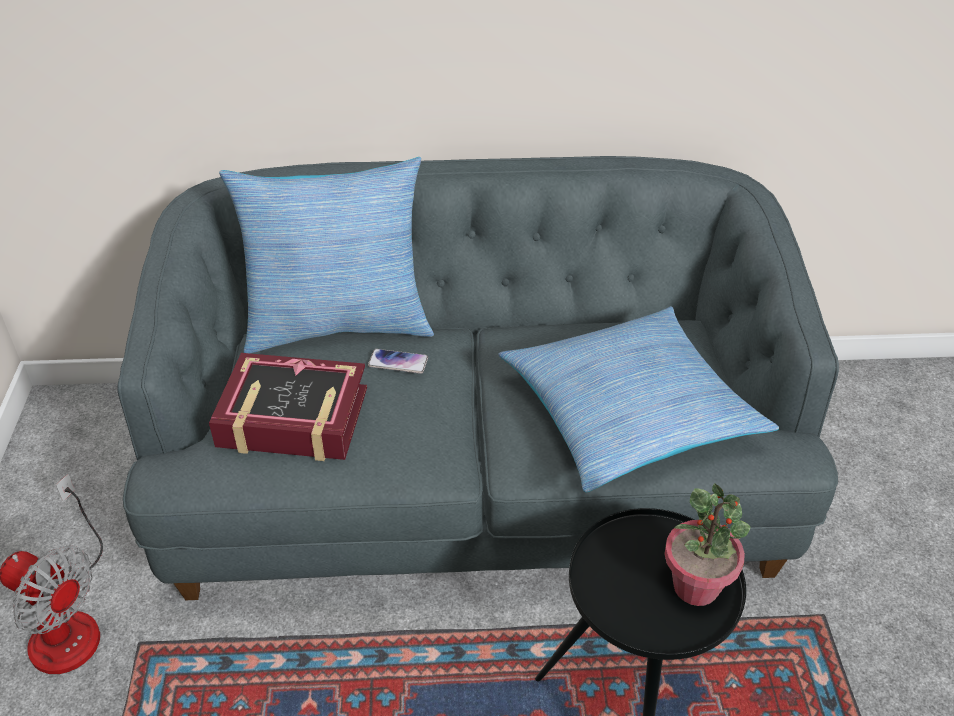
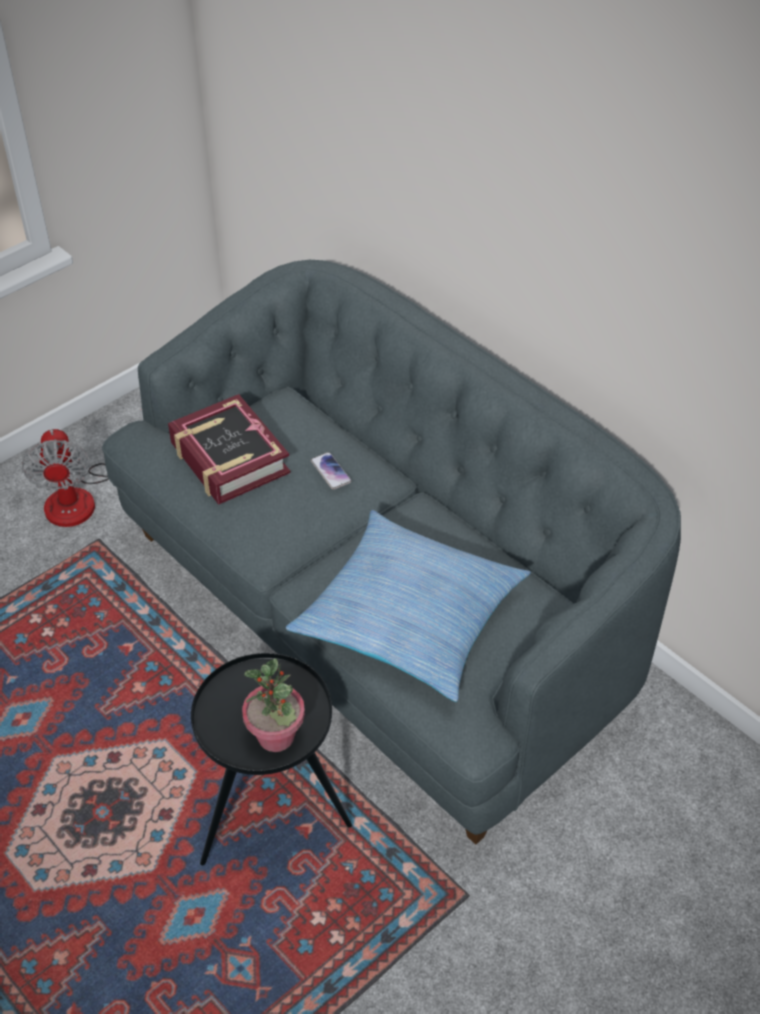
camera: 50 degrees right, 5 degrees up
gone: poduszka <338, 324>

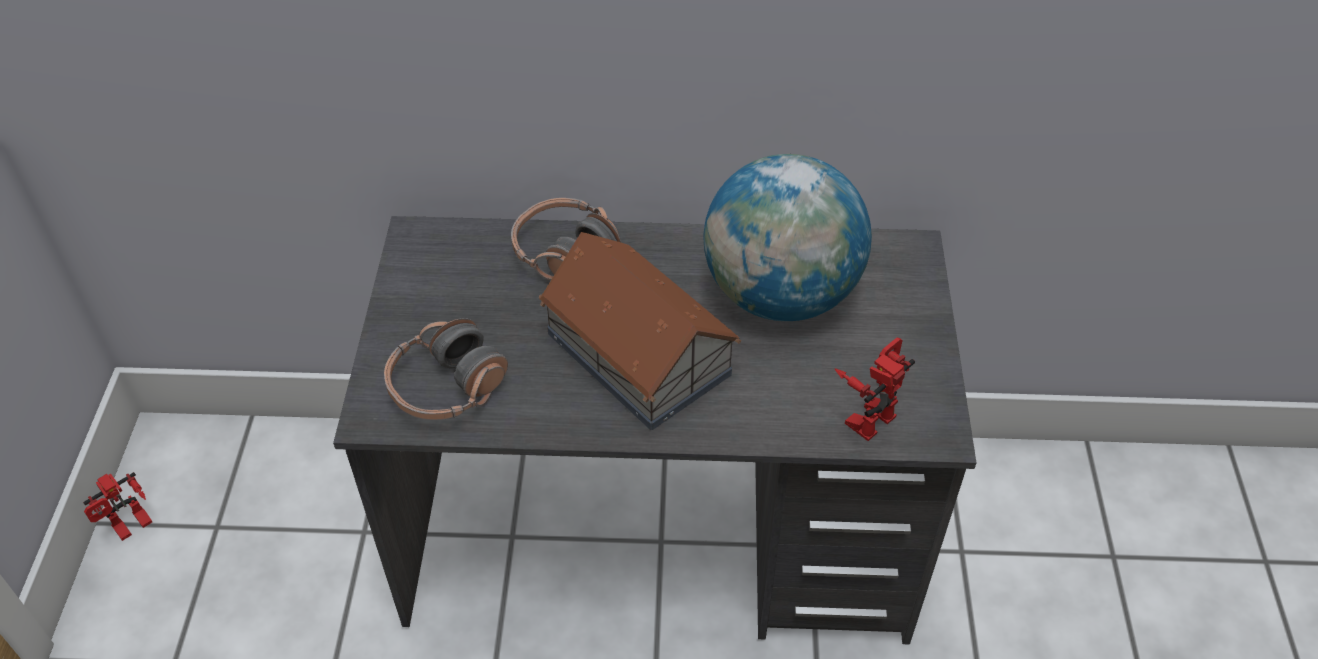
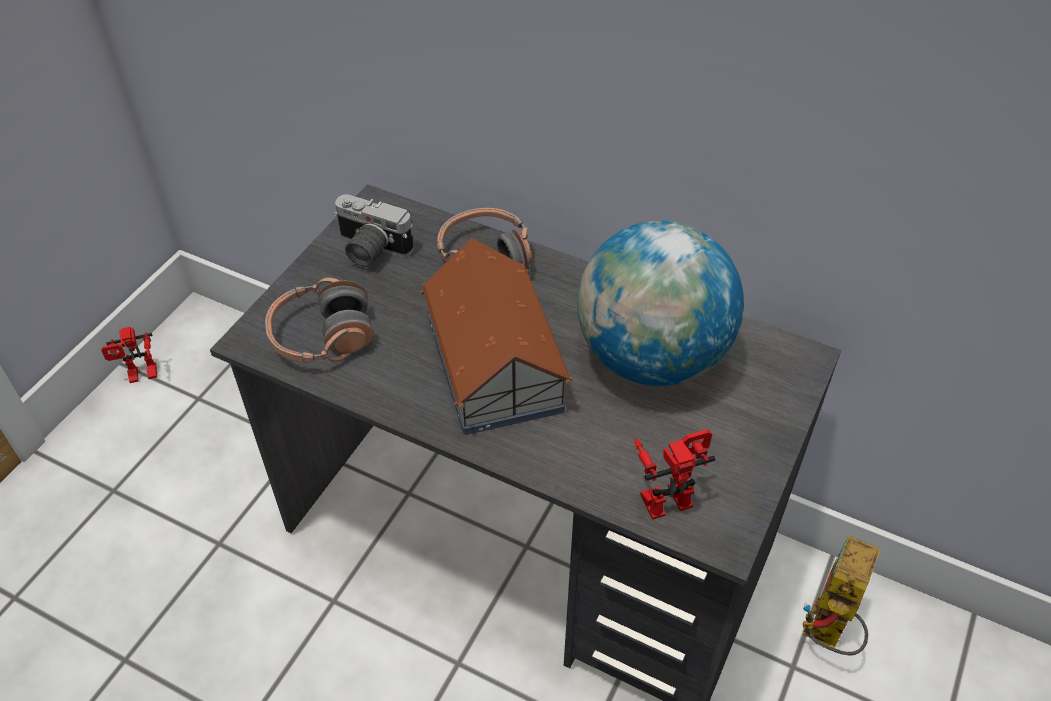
camera: 25 degrees right, 0 degrees up
new: aparat fotograficzny <369, 250>; robot zabawkowy <827, 635>

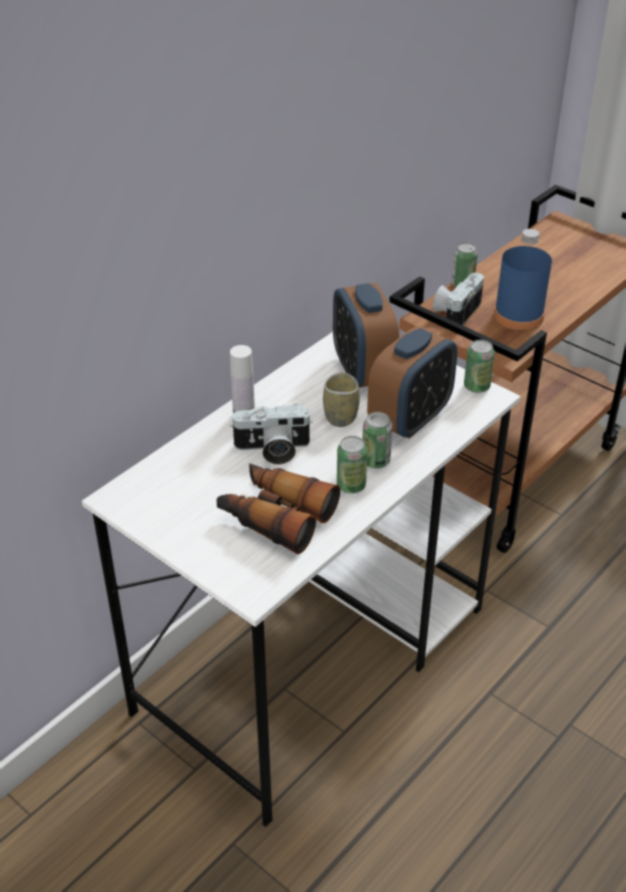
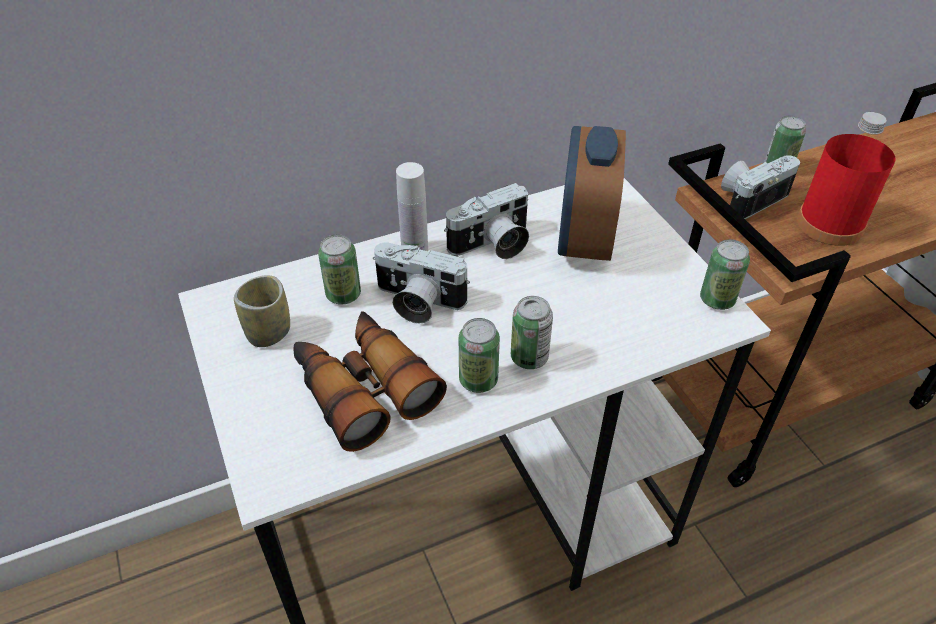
camera: 25 degrees right, 5 degrees up
gone: budzik <410, 419>
new: puszka <343, 294>; aparat fotograficzny <492, 245>
shifted: filiżanka <340, 417> to <268, 332>
repainted: butelka/niebieski <518, 316> to butelka/czerwony <830, 224>

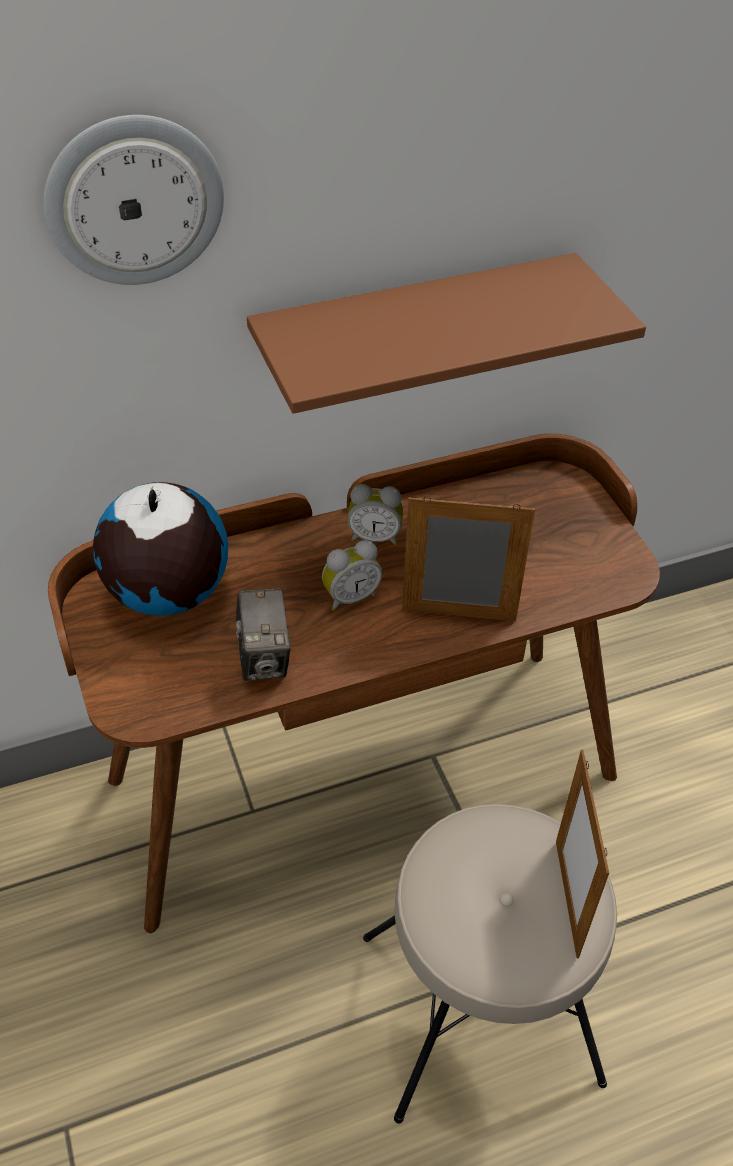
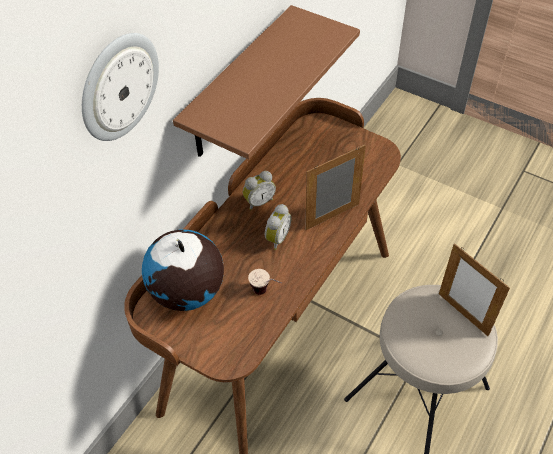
camera: 35 degrees left, 5 degrees up
swapped: aparat fotograficzny <264, 658> to filiżanka <266, 293>

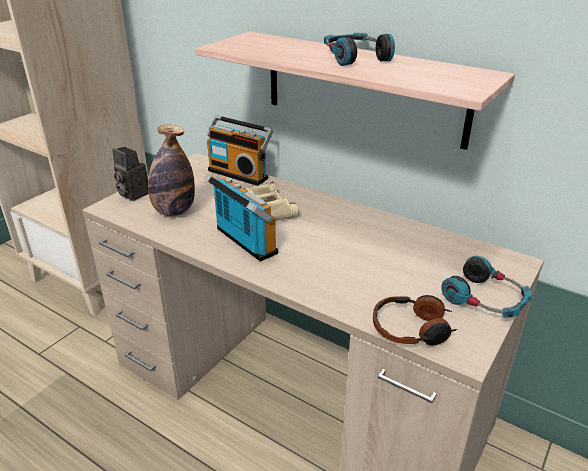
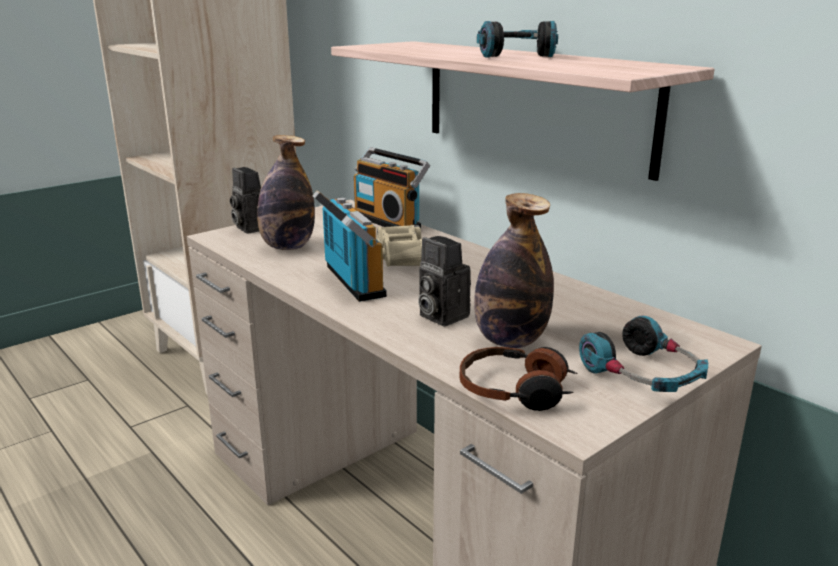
camera: 15 degrees right, 10 degrees down
new: aparat fotograficzny <440, 315>; butelka <510, 340>

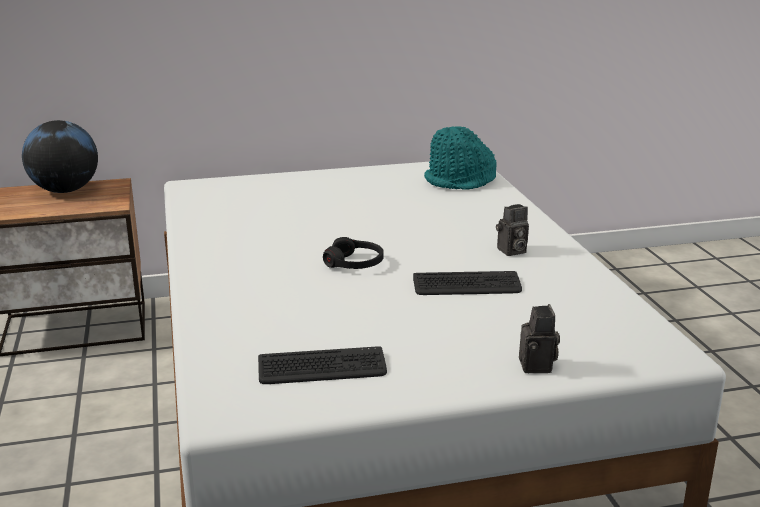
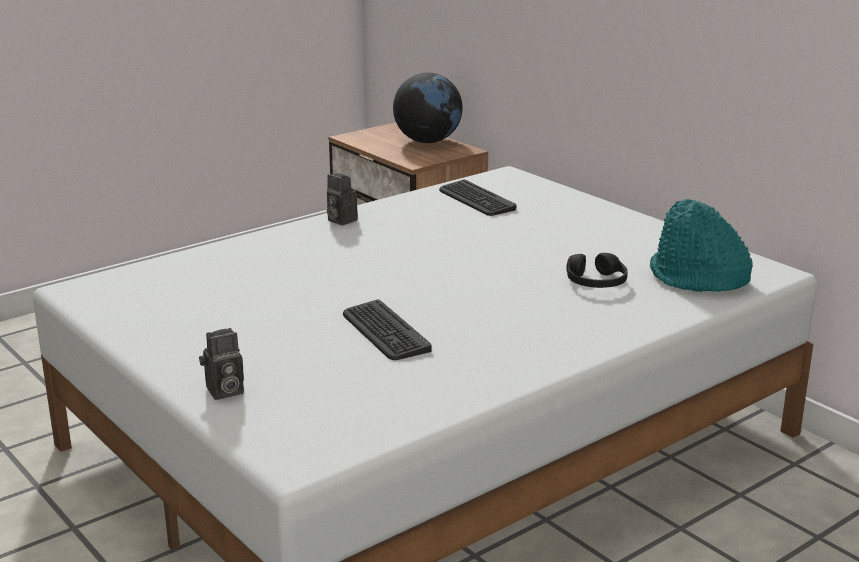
camera: 65 degrees right, 0 degrees up
shifted: klawiatura <322, 368> to <476, 199>; słuchawki/czarny <354, 263> to <596, 282>; aparat fotograficzny <511, 251> to <340, 220>

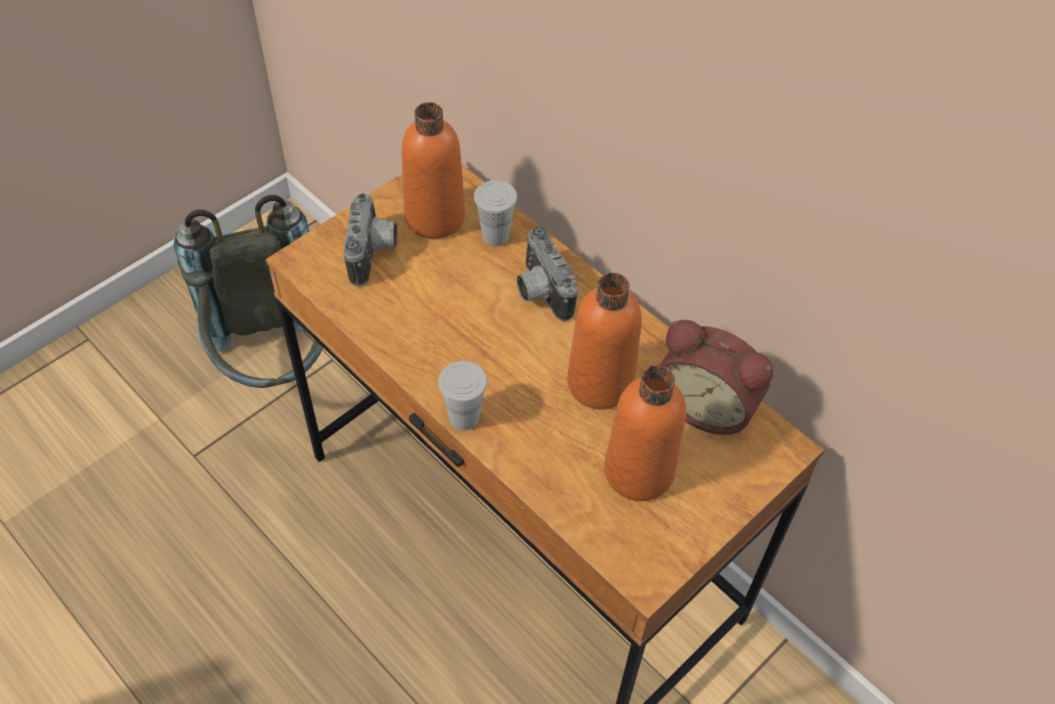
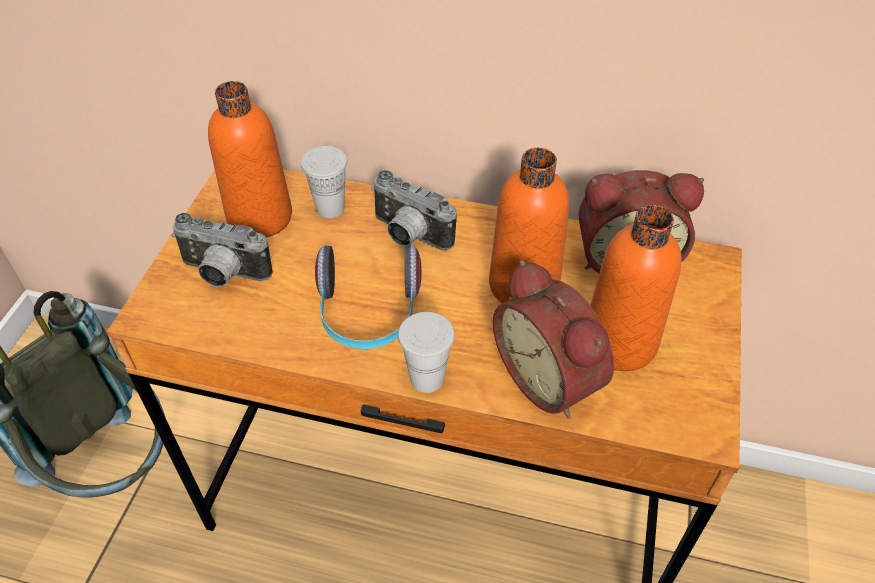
camera: 30 degrees left, 5 degrees down
new: słuchawki <369, 314>; budzik <551, 377>
rotated: aparat fotograficzny <374, 254> = <222, 274> 135 degrees clockwise

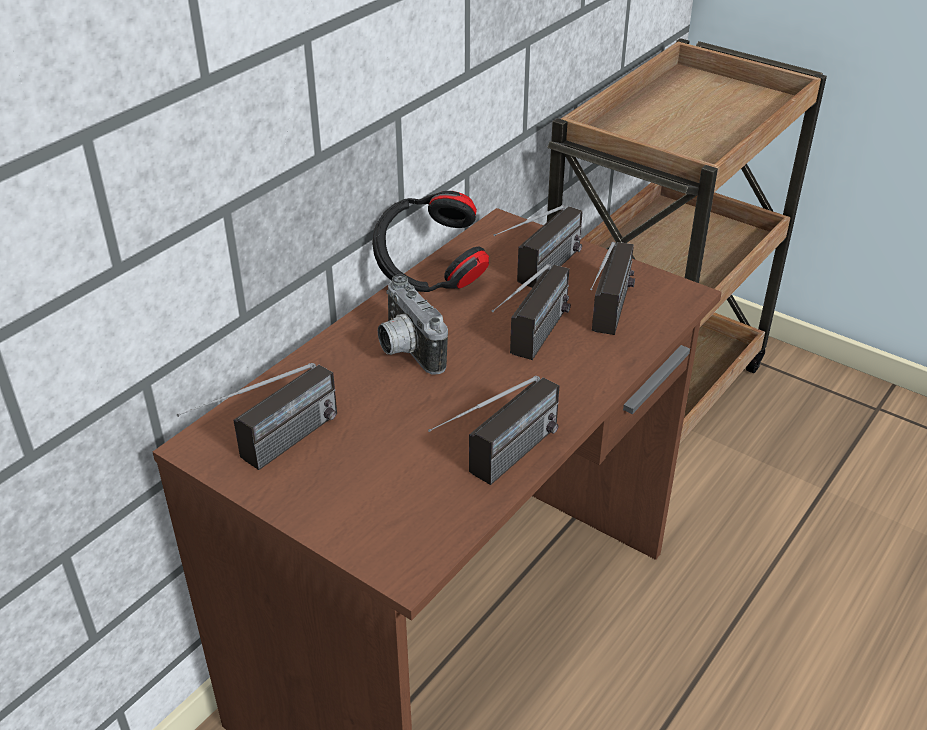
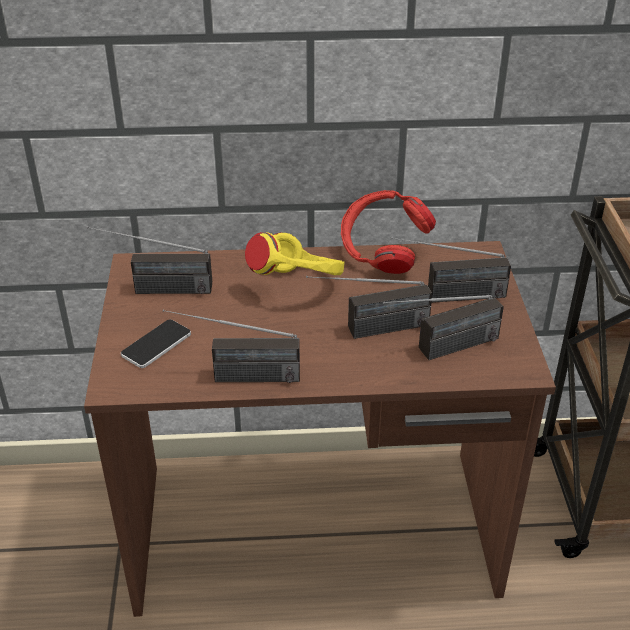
camera: 50 degrees right, 0 degrees up
new: telefon <156, 344>
swapped: aparat fotograficzny <405, 350> to słuchawki/żółty <298, 286>
repainted: słuchawki/czarny <429, 276> to słuchawki/czerwony <382, 255>

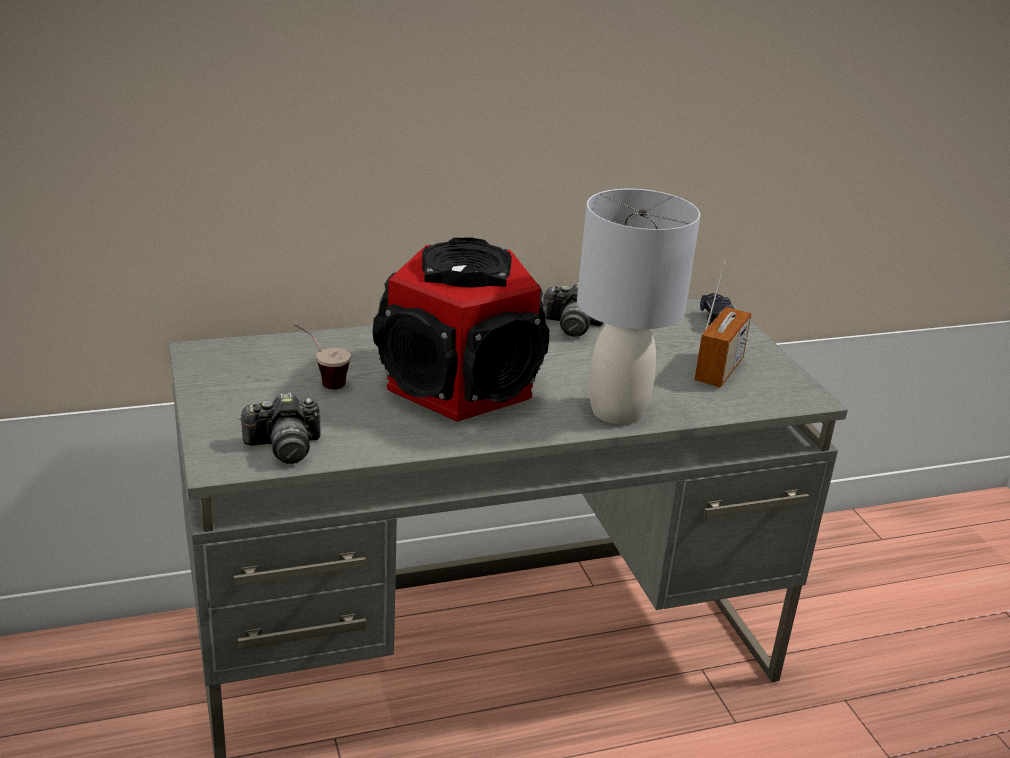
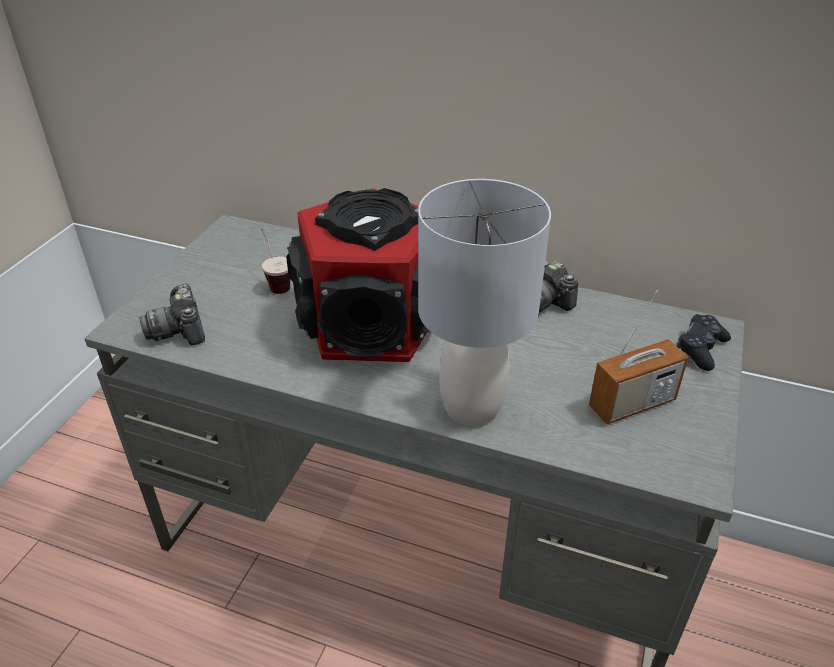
camera: 40 degrees right, 10 degrees up
rotated: aparat fotograficzny <284, 447> = <180, 330> 45 degrees clockwise

